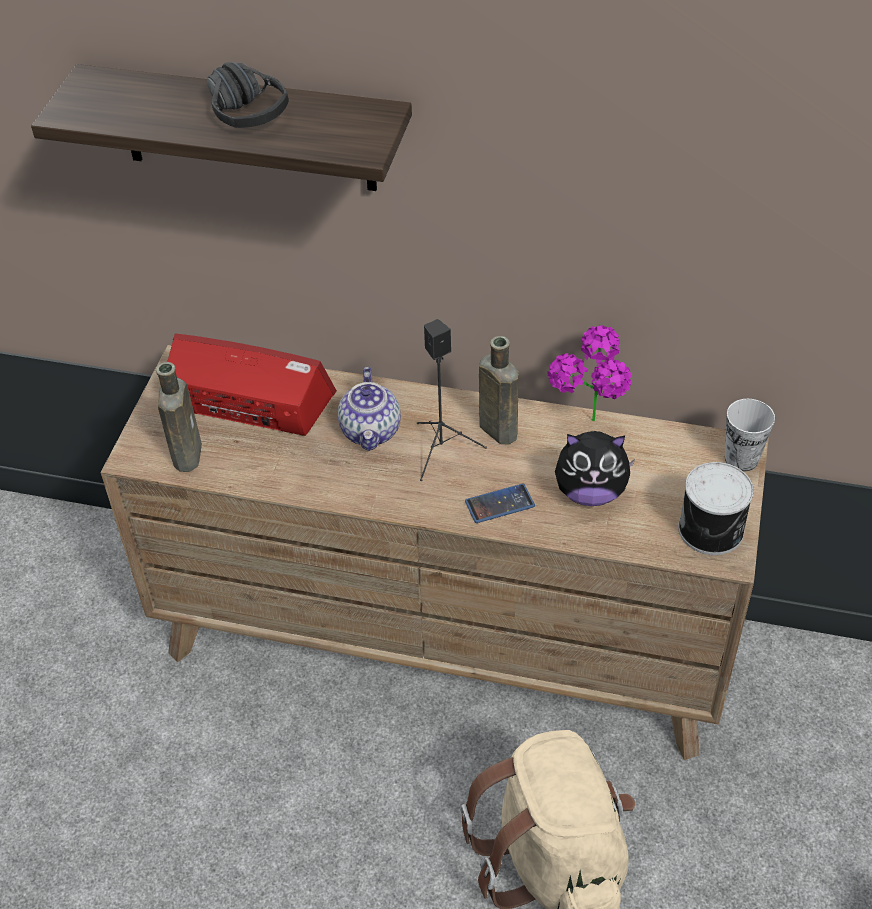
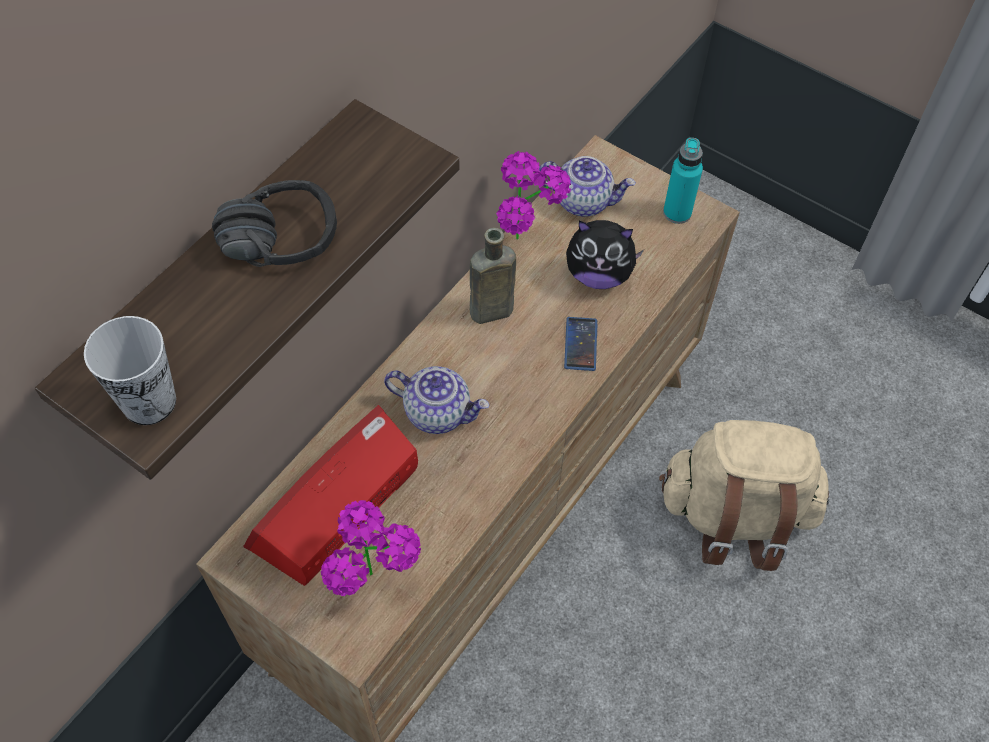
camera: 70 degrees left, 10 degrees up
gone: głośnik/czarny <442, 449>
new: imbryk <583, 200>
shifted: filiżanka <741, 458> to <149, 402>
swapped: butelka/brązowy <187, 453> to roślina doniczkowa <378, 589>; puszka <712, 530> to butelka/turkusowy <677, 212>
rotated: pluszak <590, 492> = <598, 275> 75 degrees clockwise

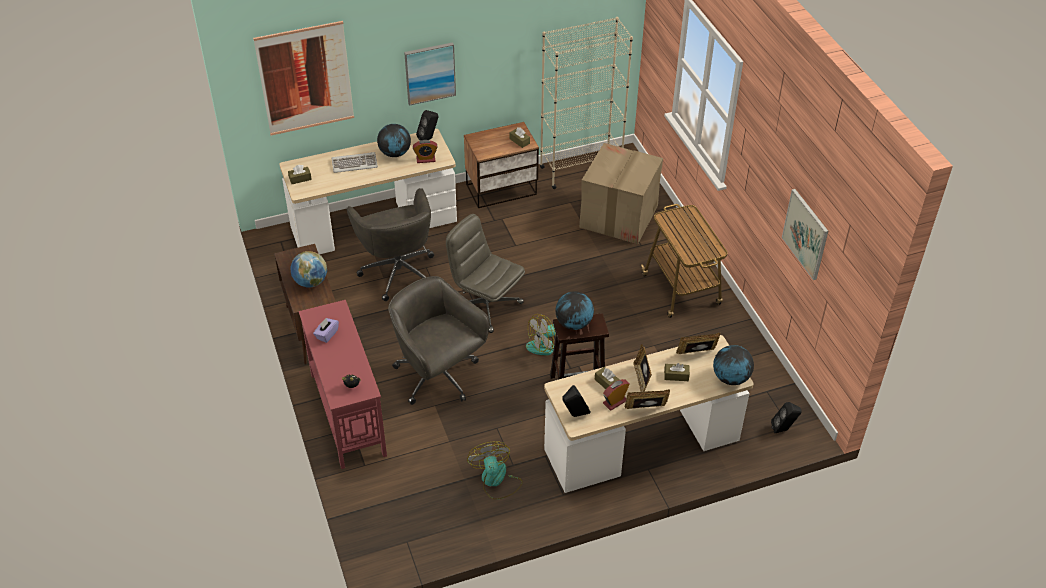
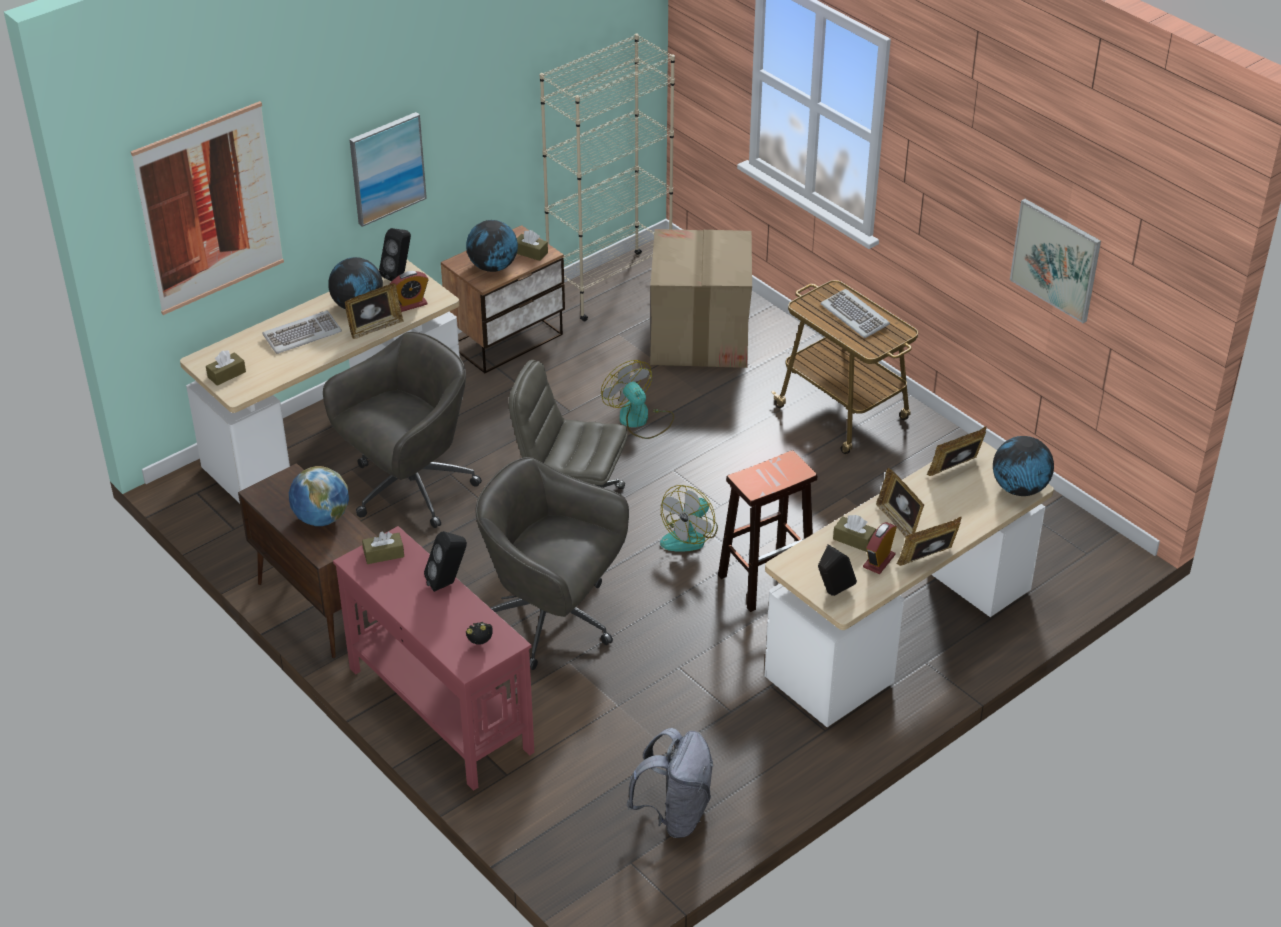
camera: 20 degrees left, 5 degrees down
gone: pudełko chusteczek/fioletowy <327, 334>
new: ramka na zdjęcie <375, 328>; plecak/szary <674, 815>; klawiatura <855, 316>
shifted: wentylator <496, 480> to <639, 420>; globus <574, 324> to <493, 267>; pudełko chusteczek/brązowy <676, 376> to <383, 554>; głośnik/czarny <783, 429> to <448, 583>
rotated: krzesło biurowe/szary <398, 271> = <409, 489> 90 degrees counterclockwise

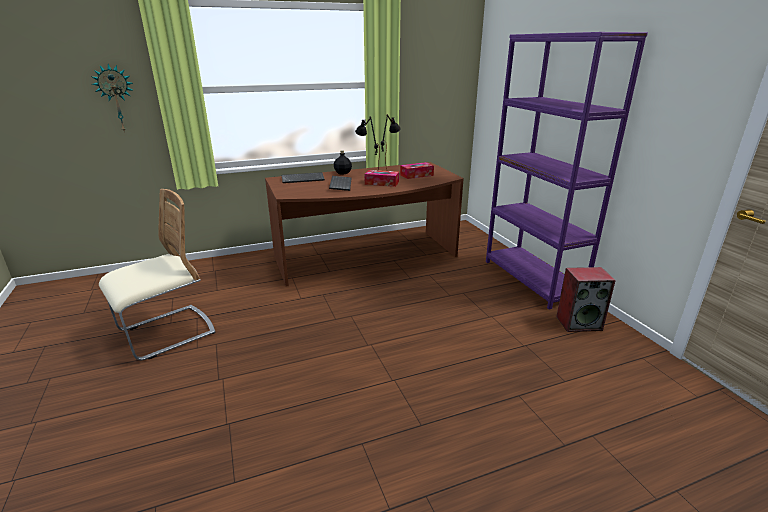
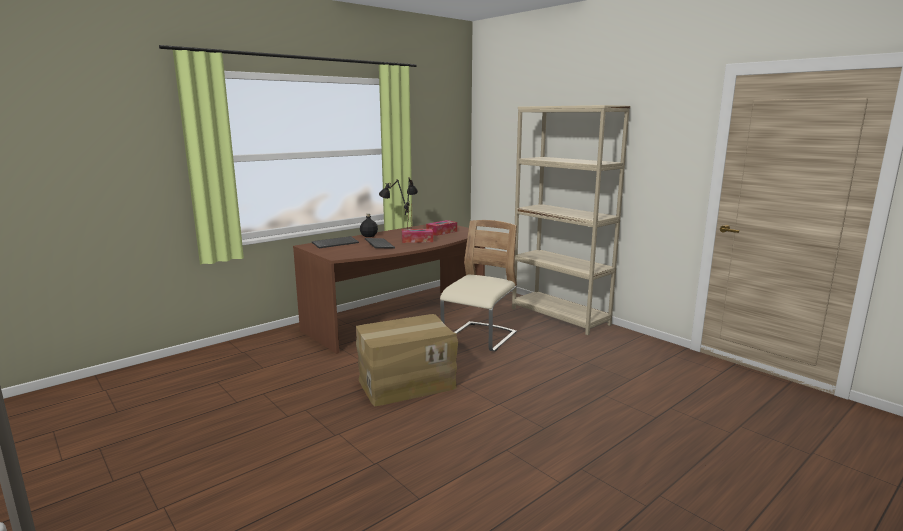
camera: 20 degrees left, 10 degrees down
gone: zegar ścienny <116, 98>; głośnik <579, 323>
new: karton <406, 383>
shifted: krzesło/beżowy <166, 333> to <479, 338>
repainted: regał/fioletowy <532, 280> to regał/beżowy <560, 316>

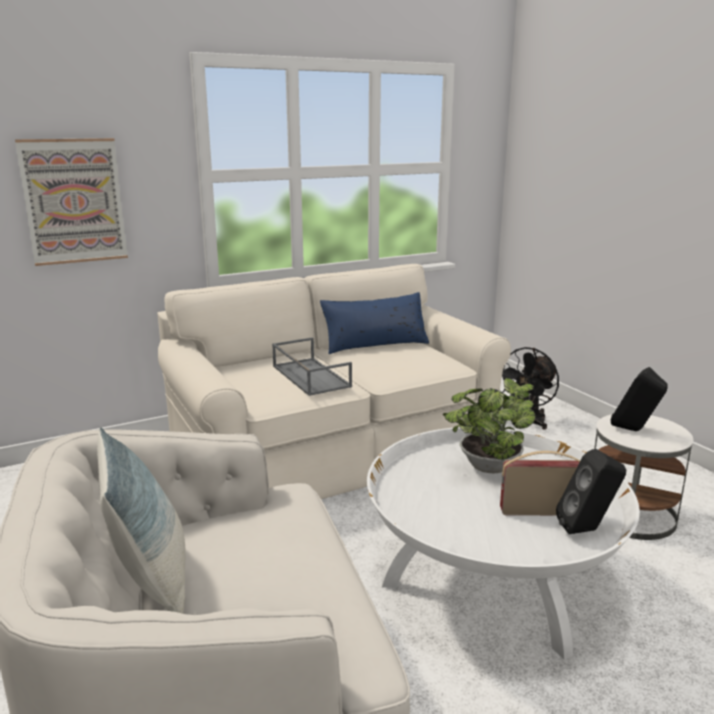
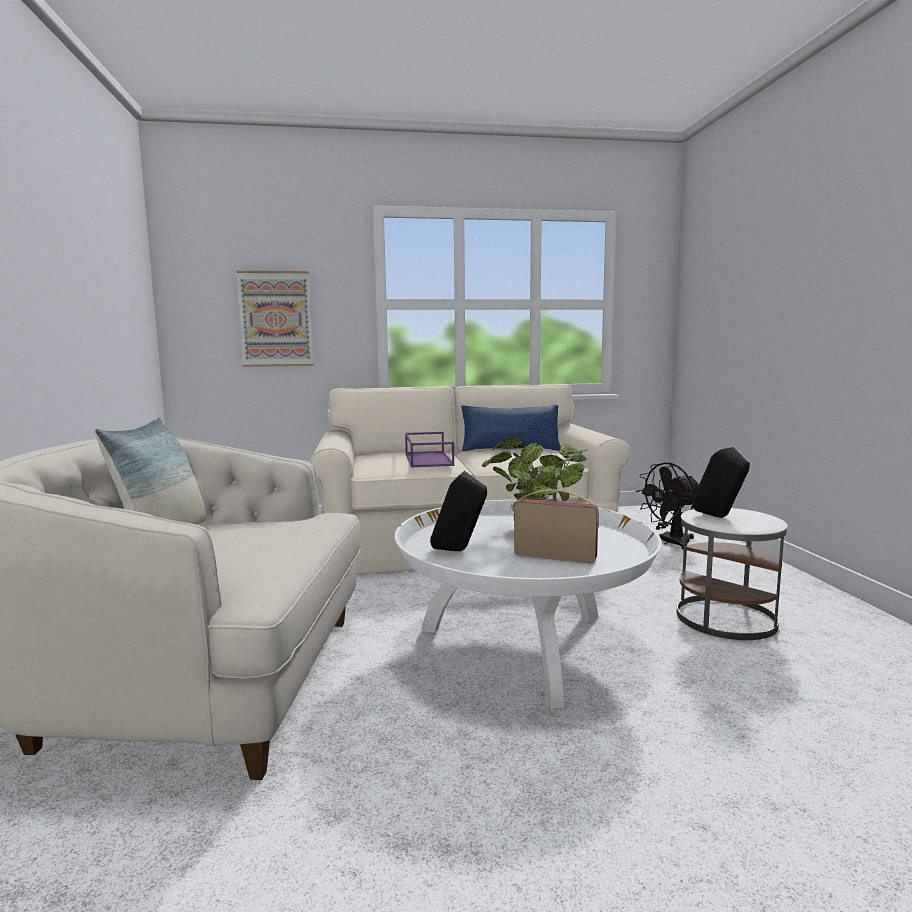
camera: 20 degrees right, 10 degrees down
shifted: głośnik/czarny <587, 530> to <459, 551>
repainted: taca/szary <309, 376> to taca/fioletowy <427, 459>

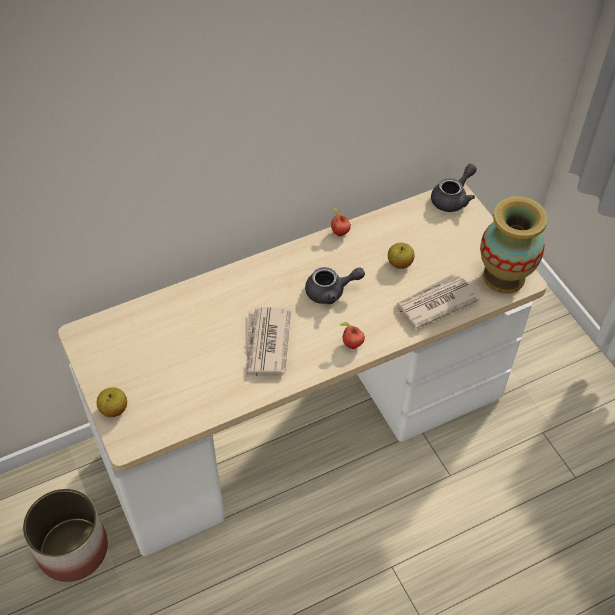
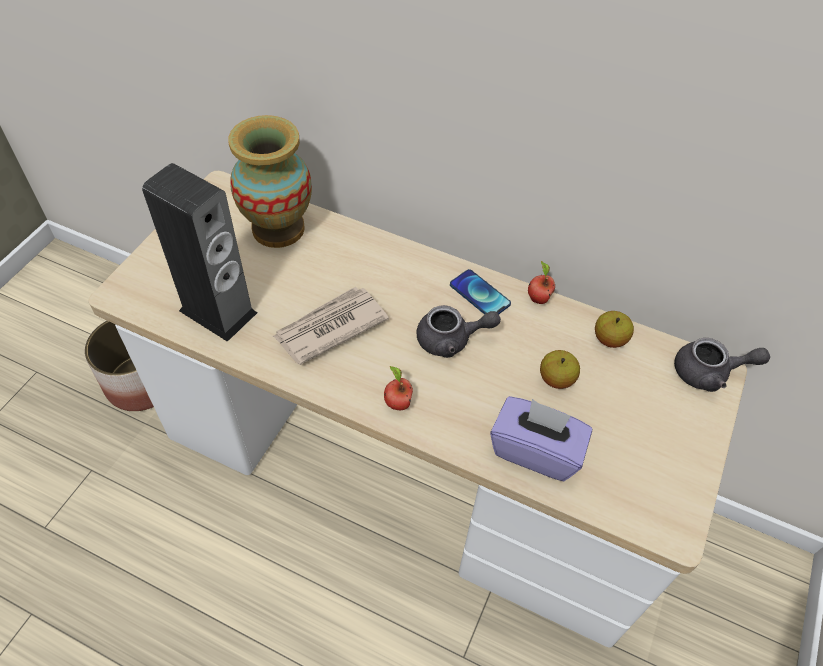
camera: 50 degrees right, 0 degrees up
new: głośnik <218, 311>; telefon <479, 294>
shifted: jabłko <114, 409> to <609, 339>; wazon <503, 277> to <278, 228>
swapped: gazeta <434, 303> to pudełko chusteczek/fioletowy <535, 450>
rotated: imbryk/szary <331, 291> = <451, 340> 45 degrees counterclockwise

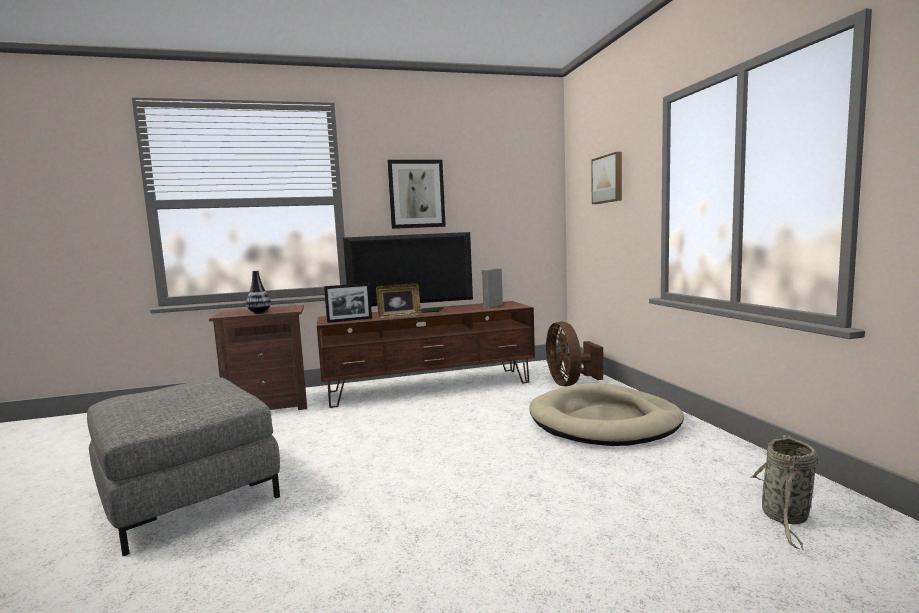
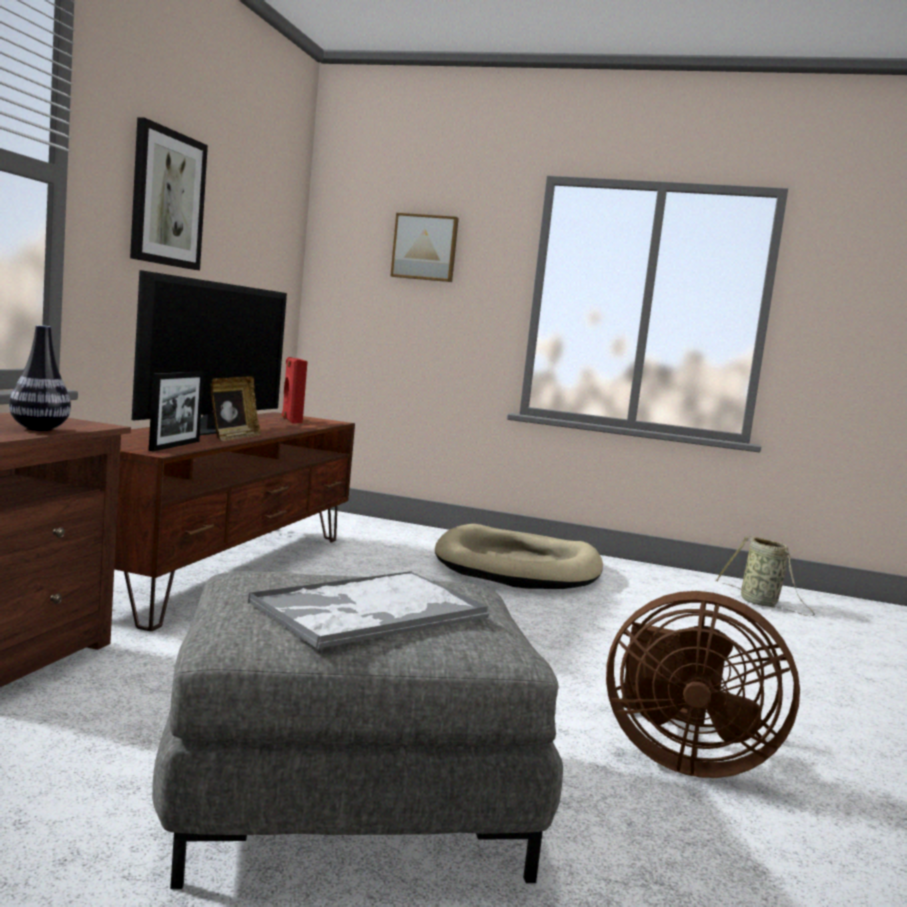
camera: 60 degrees left, 0 degrees up
new: taca <368, 611>
shifted: wentylator/brązowy <570, 383> to <681, 758>
repainted: głośnik/szary <492, 306> to głośnik/czerwony <290, 420>

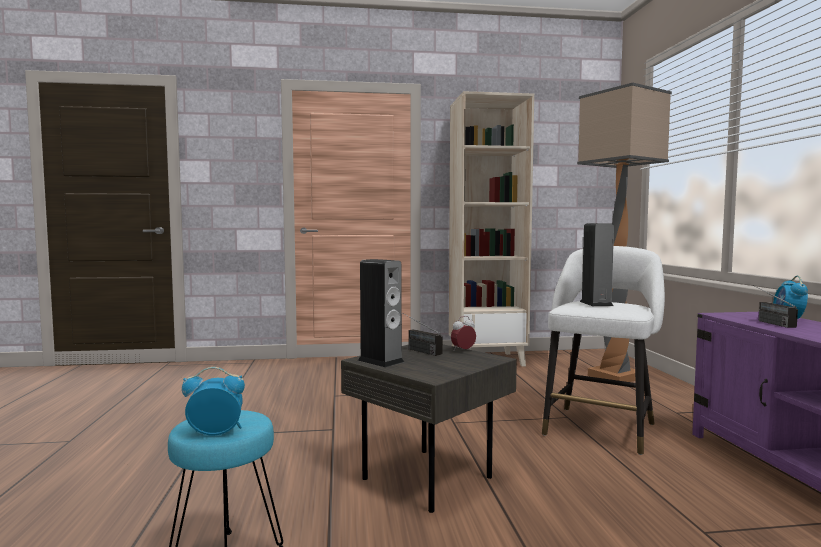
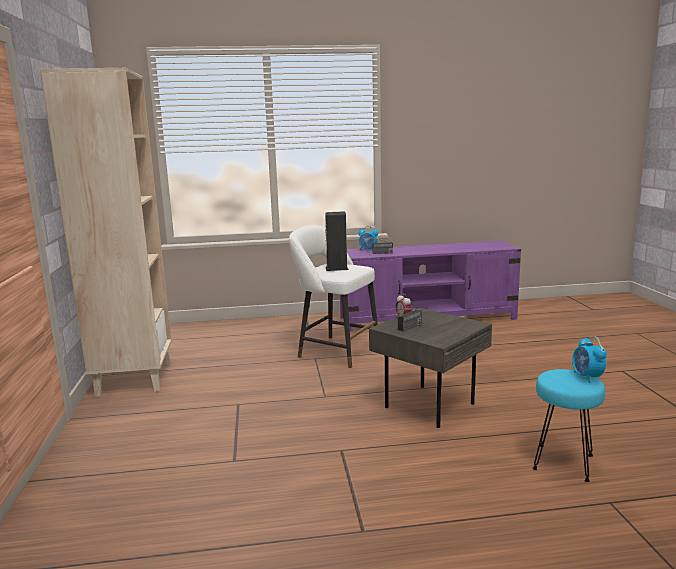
camera: 90 degrees left, 10 degrees up
gone: głośnik <381, 361>; lampa stojąca <616, 377>

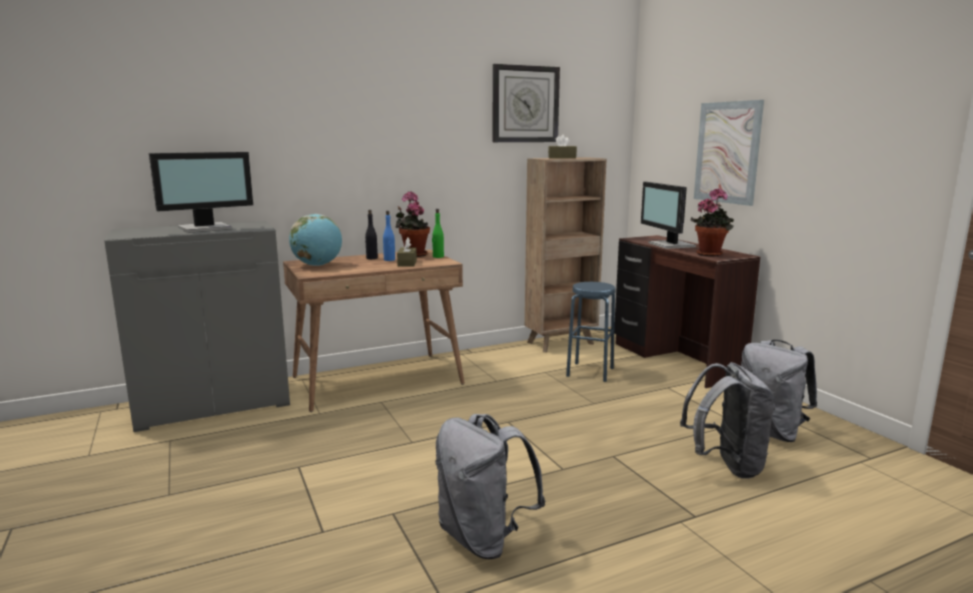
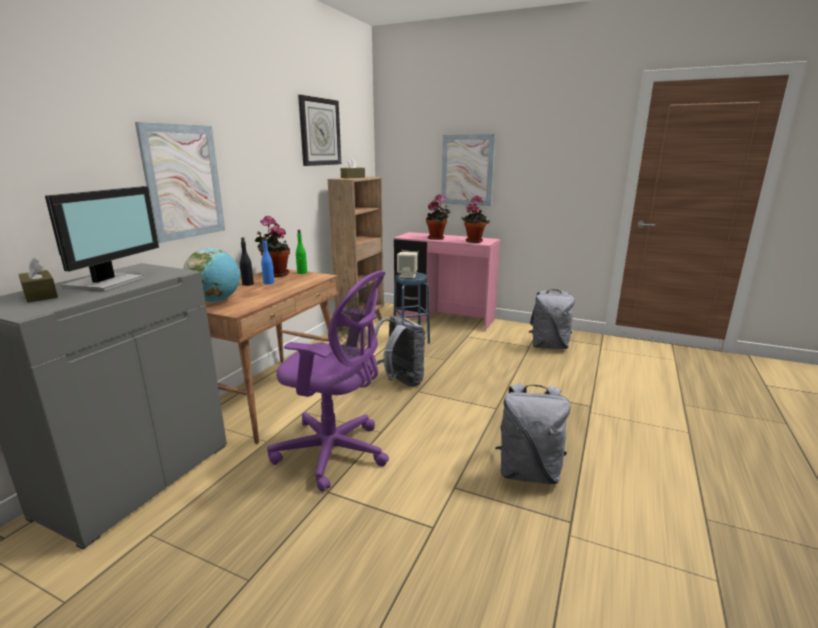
camera: 40 degrees left, 5 degrees up
new: obraz <184, 182>; krzesło biurowe/fioletowy <335, 453>; głośnik/beżowy <407, 275>
shifted: pudełko chusteczek/brązowy <407, 263> to <40, 295>; plecak/szary <726, 465> to <399, 382>
swapped: monitor <670, 245> to roślina doniczkowa <437, 238>
repainted: biurko/brązowy <674, 361> to biurko/różowy <444, 318>

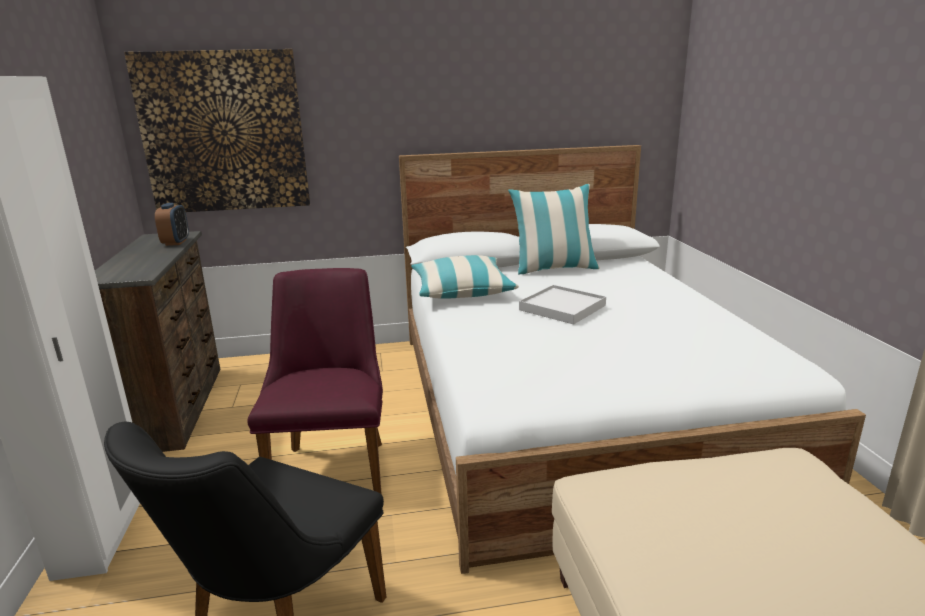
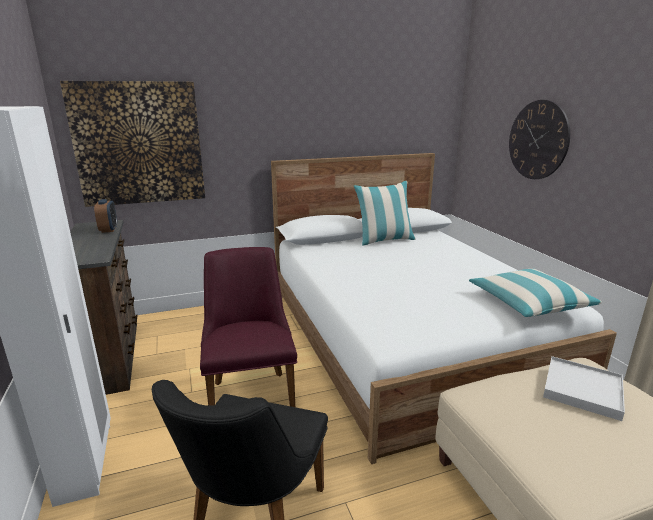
camera: 10 degrees left, 0 degrees up
new: zegar ścienny <538, 140>
shifted: poduszka <462, 290> to <529, 303>; taca/biały <562, 307> to <582, 389>

